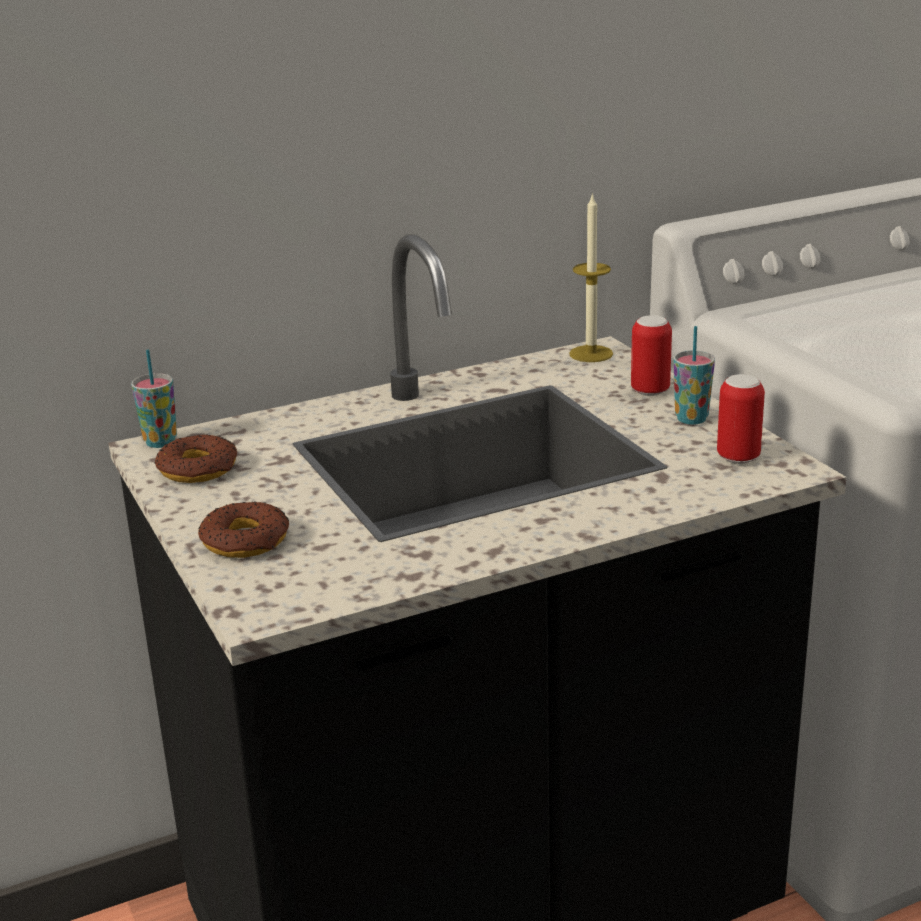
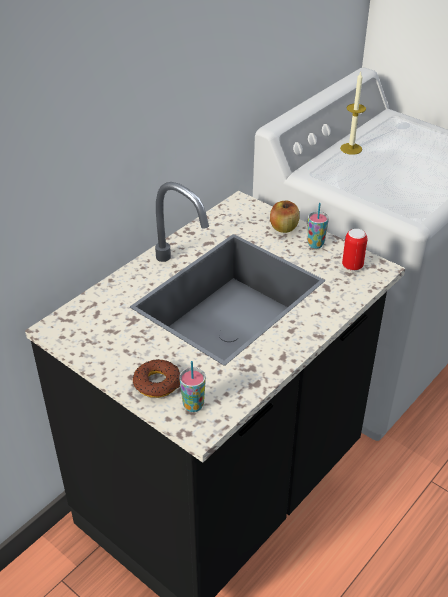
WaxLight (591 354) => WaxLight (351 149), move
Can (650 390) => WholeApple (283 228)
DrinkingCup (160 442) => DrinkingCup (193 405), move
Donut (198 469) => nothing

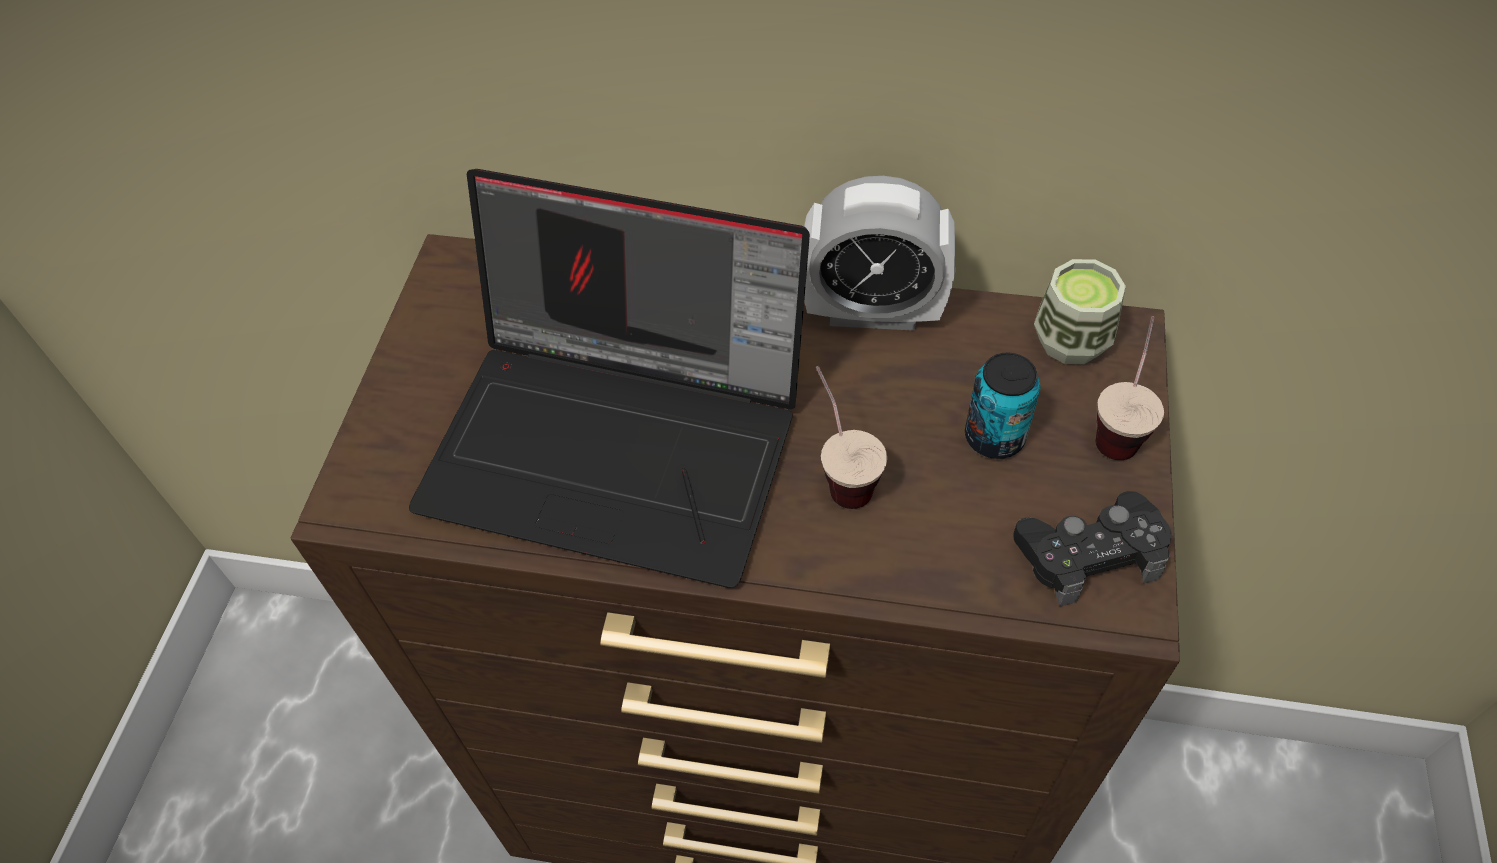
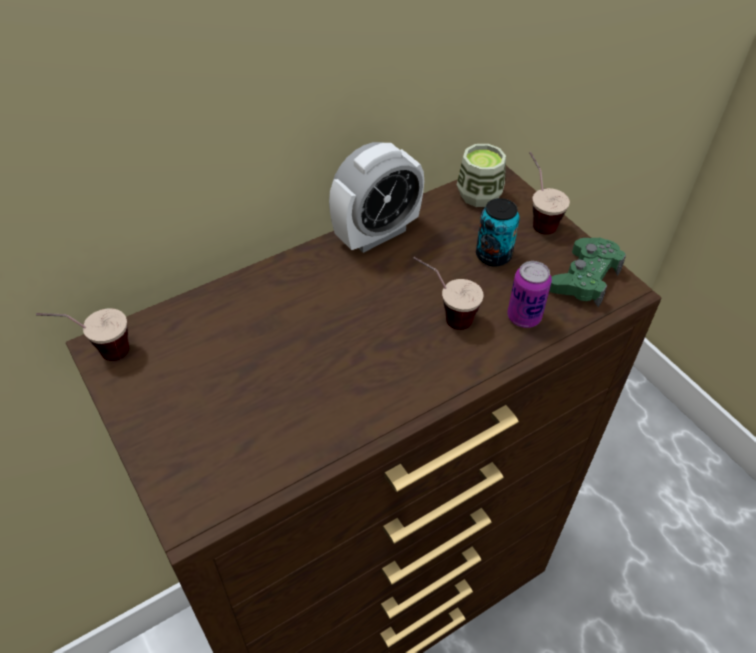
NotebookComputer (623 441) => nothing
BlackishGameController (1089 554) => GreenishGameController (584 278)
nothing => Can (524 317)
nothing => DrinkingCup (97 353)

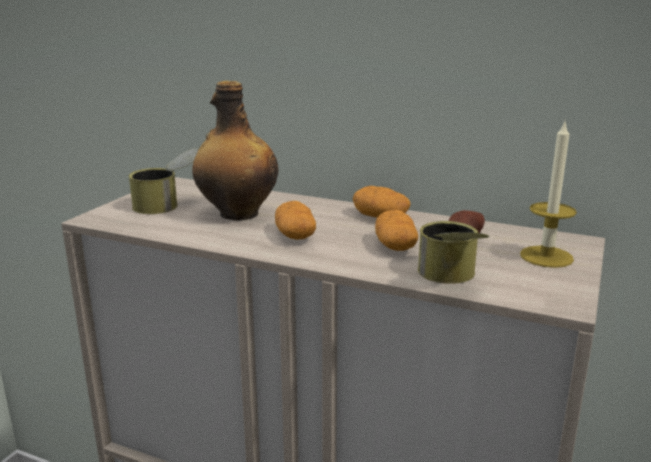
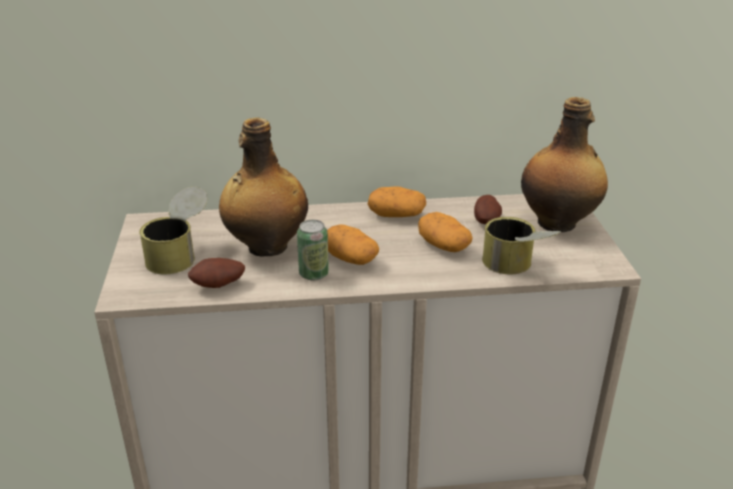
WaxLight (546 256) => BeverageBottle (558 223)
nothing => Can (313 274)
nothing => Potato (218 286)

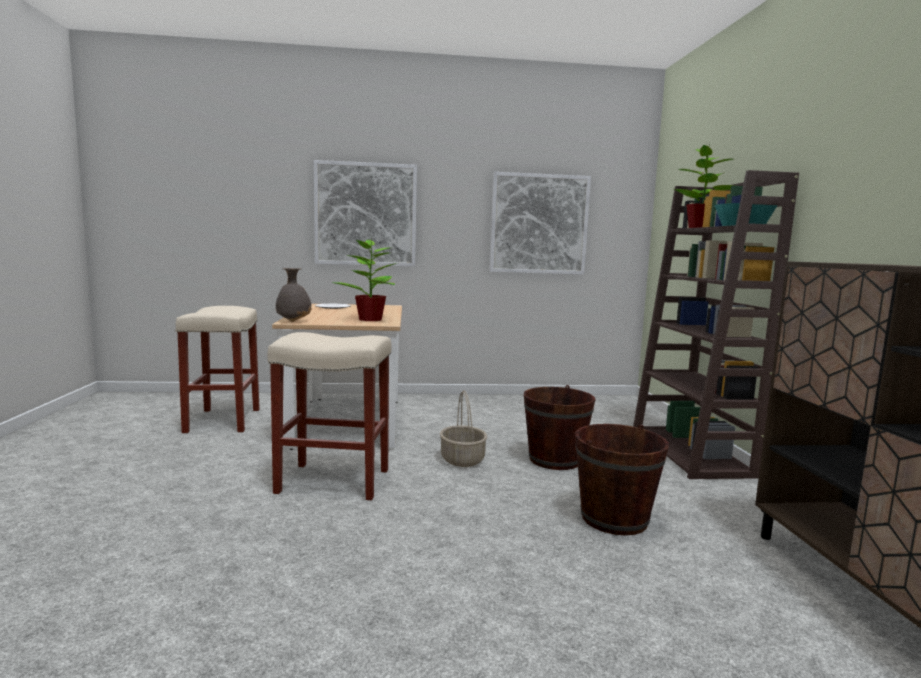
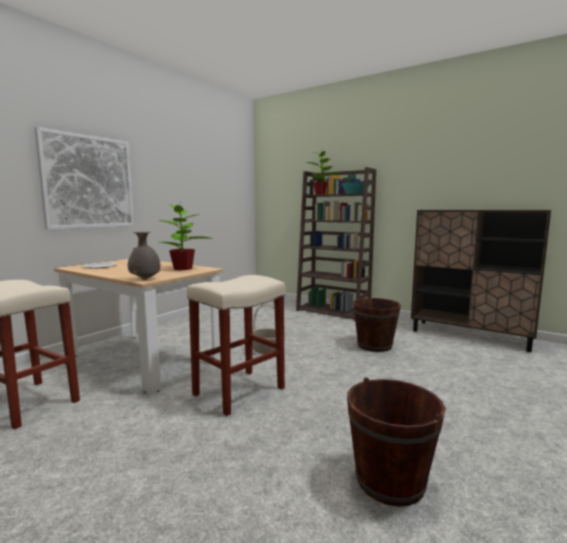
Picture (539 224) => nothing
BrownColouredWaterBucket (554 460) => BrownColouredWaterBucket (390 480), move

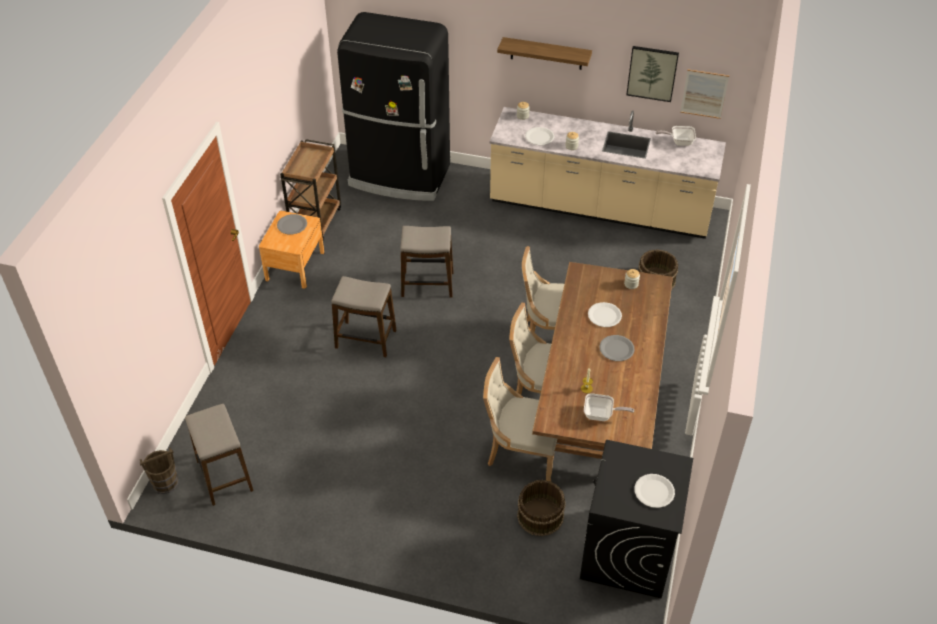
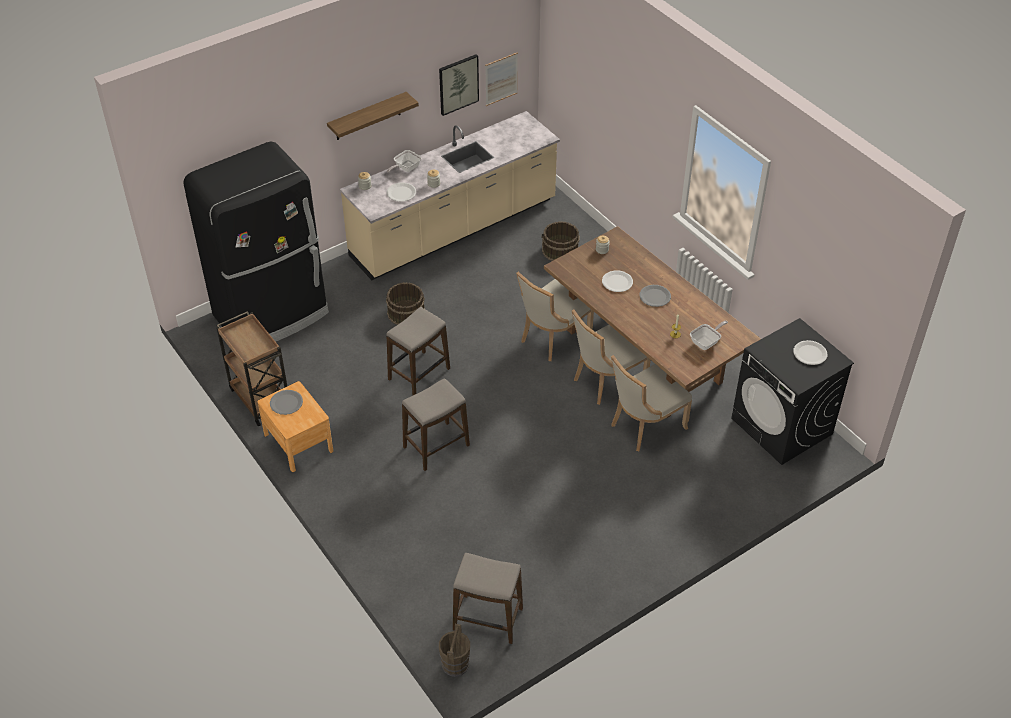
FryingPan (679 142) => FryingPan (405 168), move
BrownColouredWaterBucket (540 515) => BrownColouredWaterBucket (405 312), move

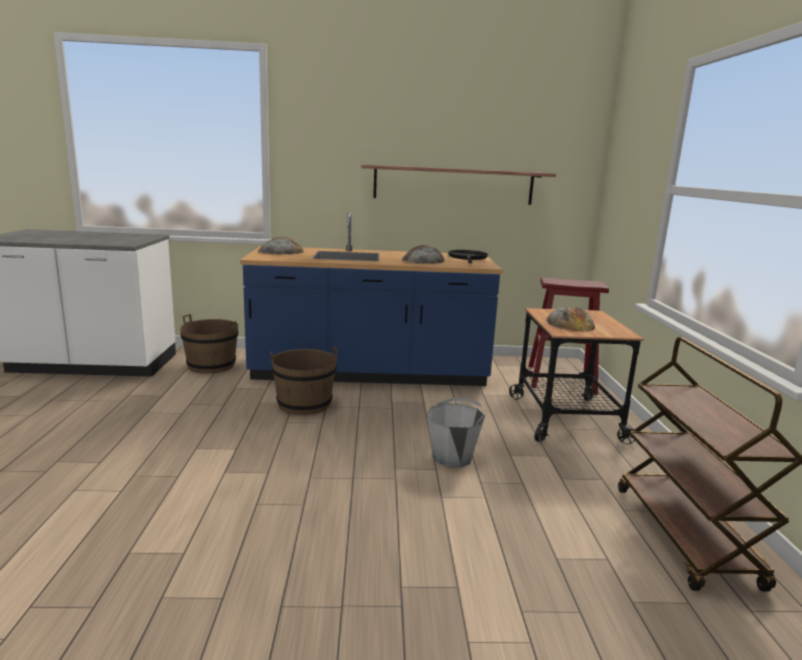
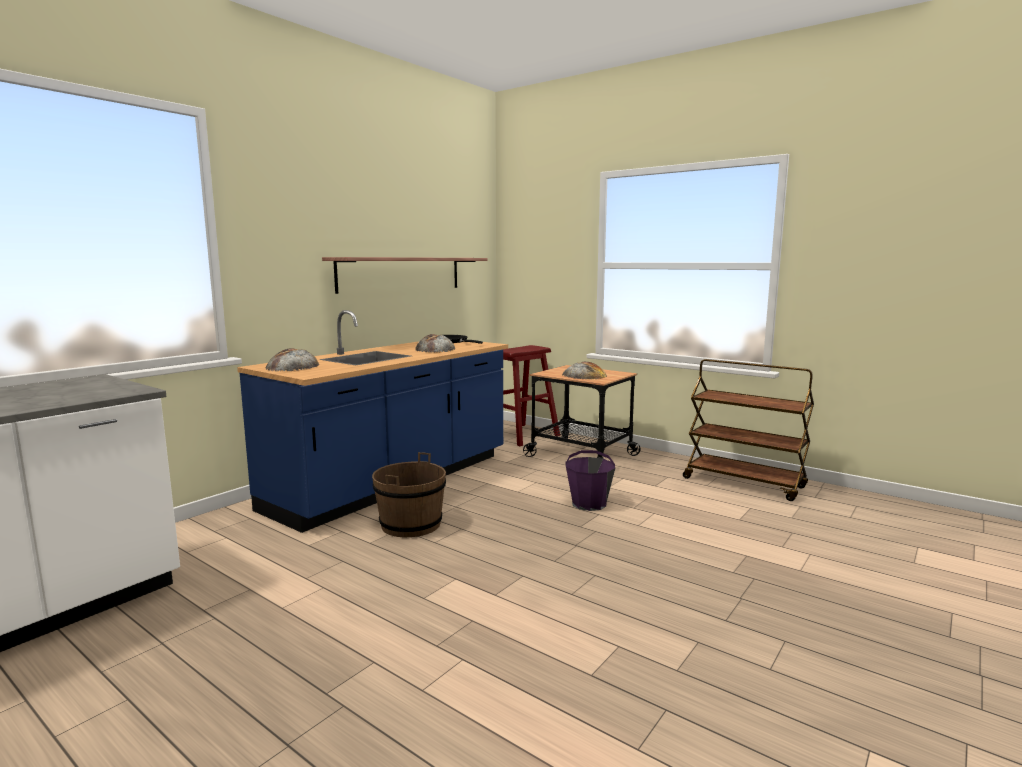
BrownColouredWaterBucket (211 365) => nothing
GreyWaterBucket (453 457) => PurpleColouredWaterBucket (589 503)

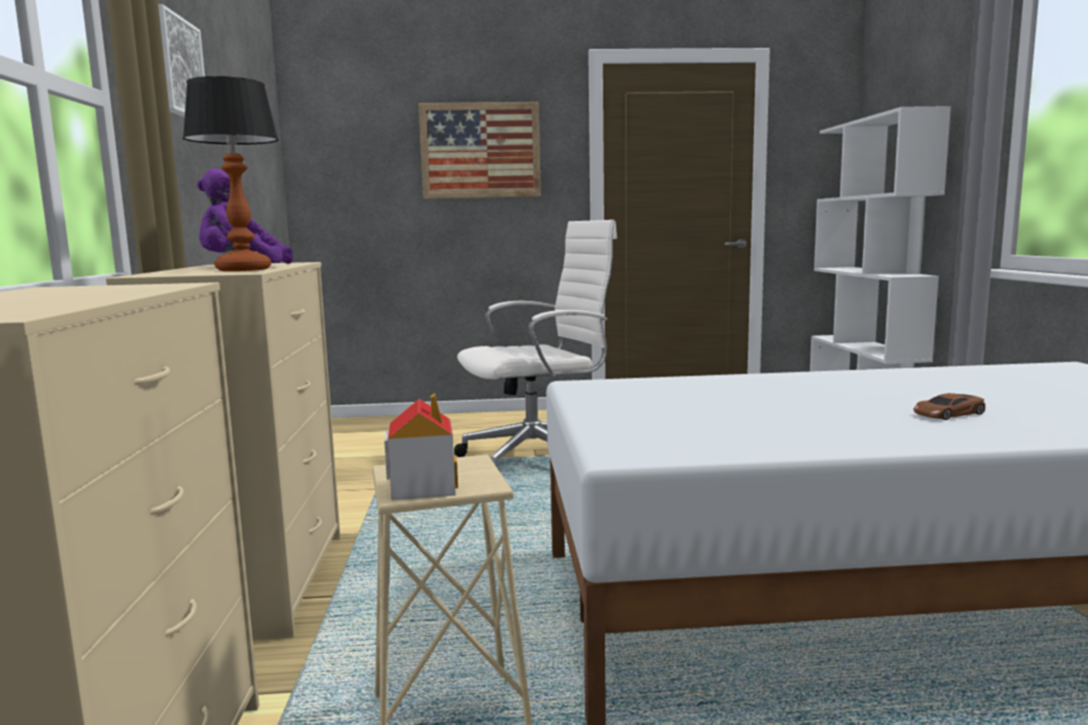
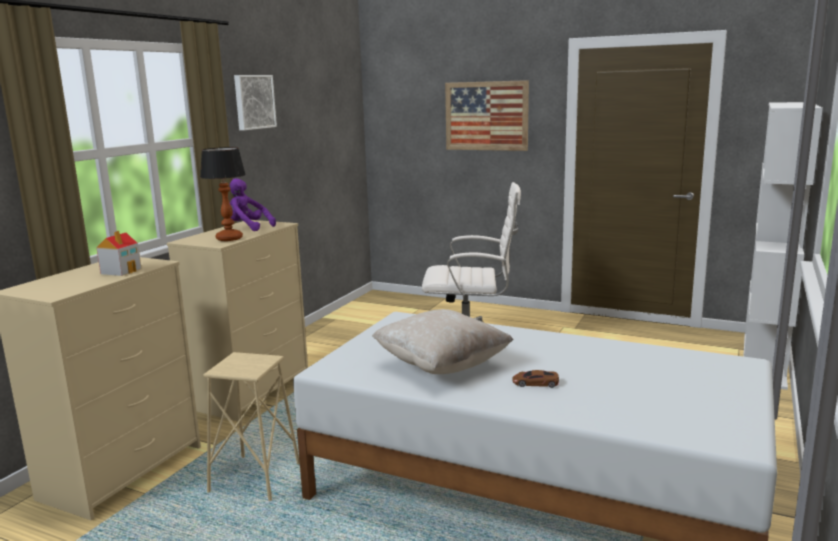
MiniatureHouse (423 487) => MiniatureHouse (121 271), move
nothing => SandColouredThrowPillow (441 366)

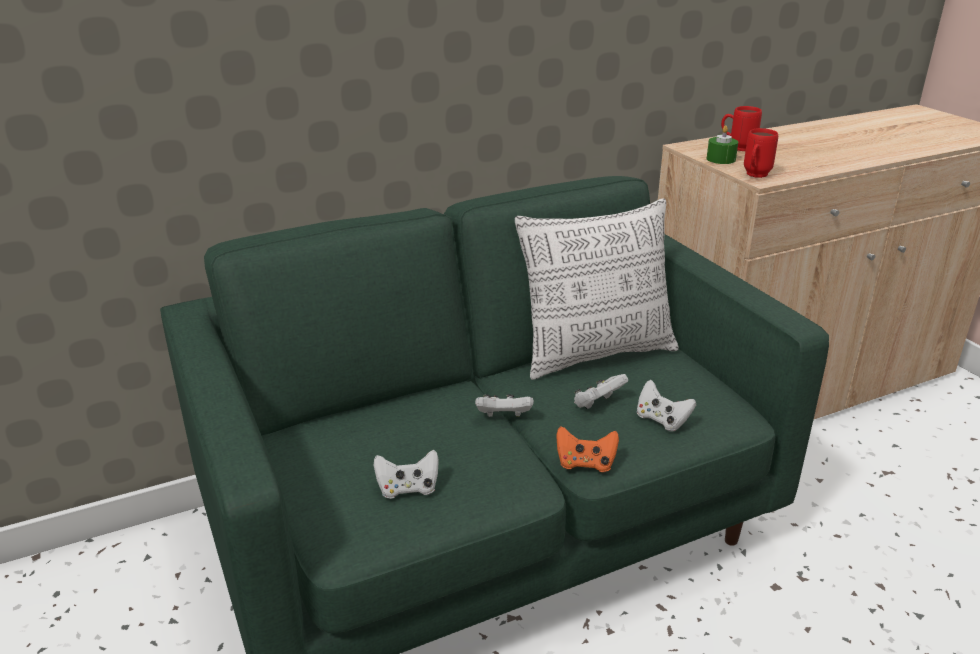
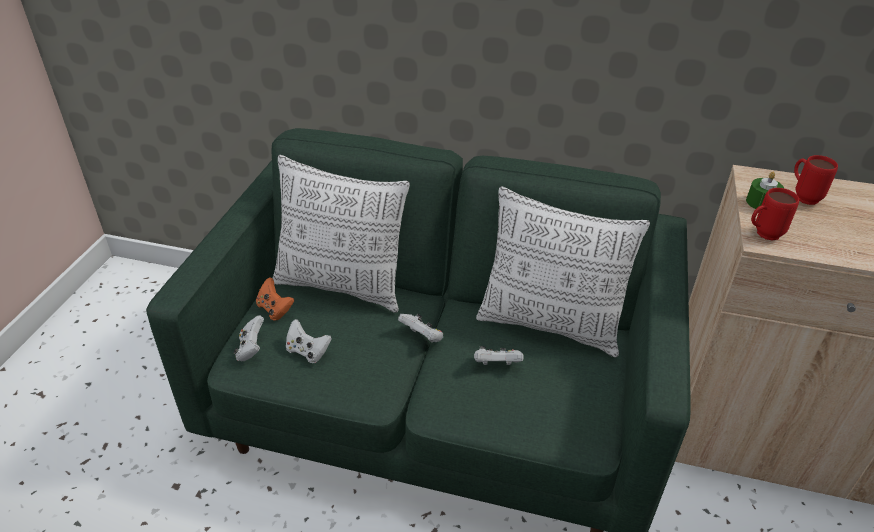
WhiteColouredGameController (661 420) => WhiteColouredGameController (251 349), move
OrangeyGameController (585 463) => OrangeyGameController (275 309), move
nothing => ThrowPillow (342 286)

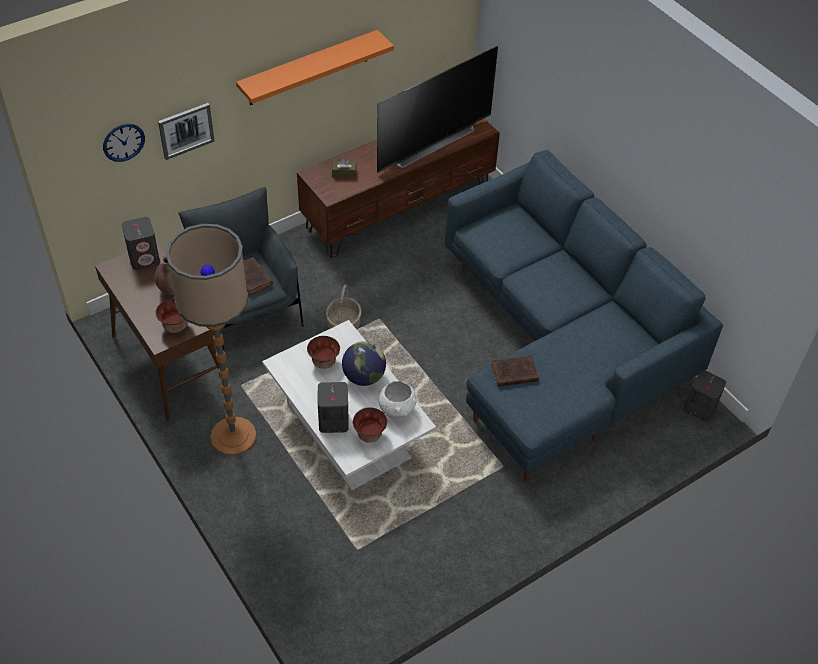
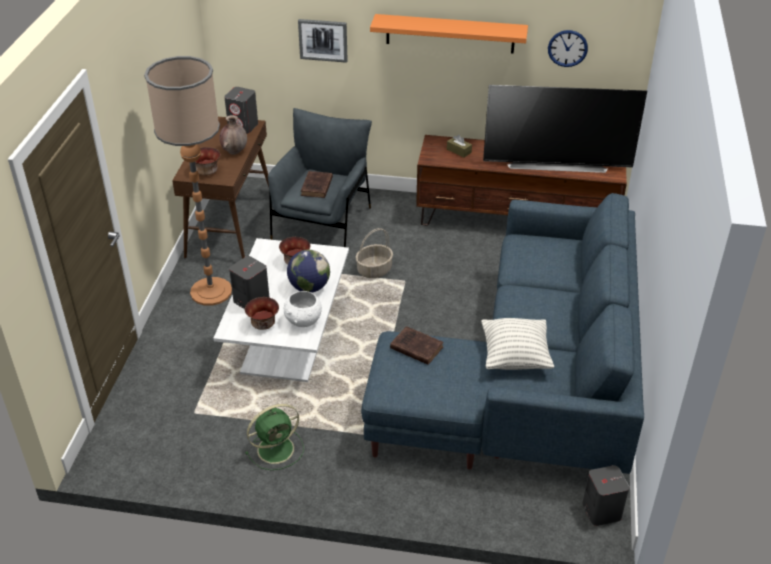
WallClock (123 142) => WallClock (567 48), move
nothing => ThrowPillow (515 357)
nothing => GreenishFan (277 449)

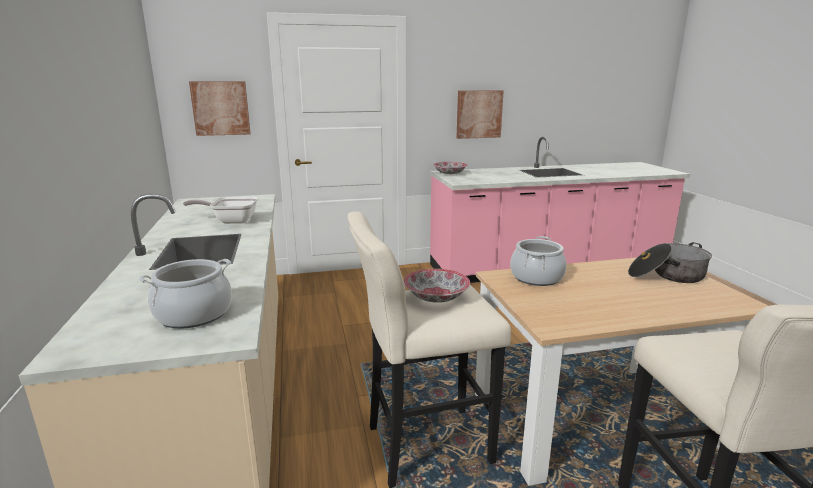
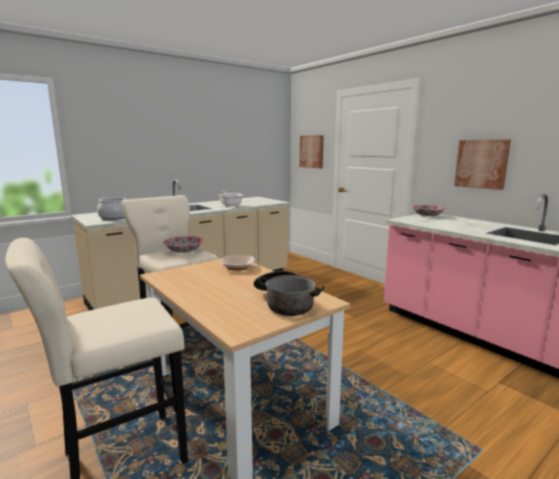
Stockpot (537 277) => Bowl (238 267)

